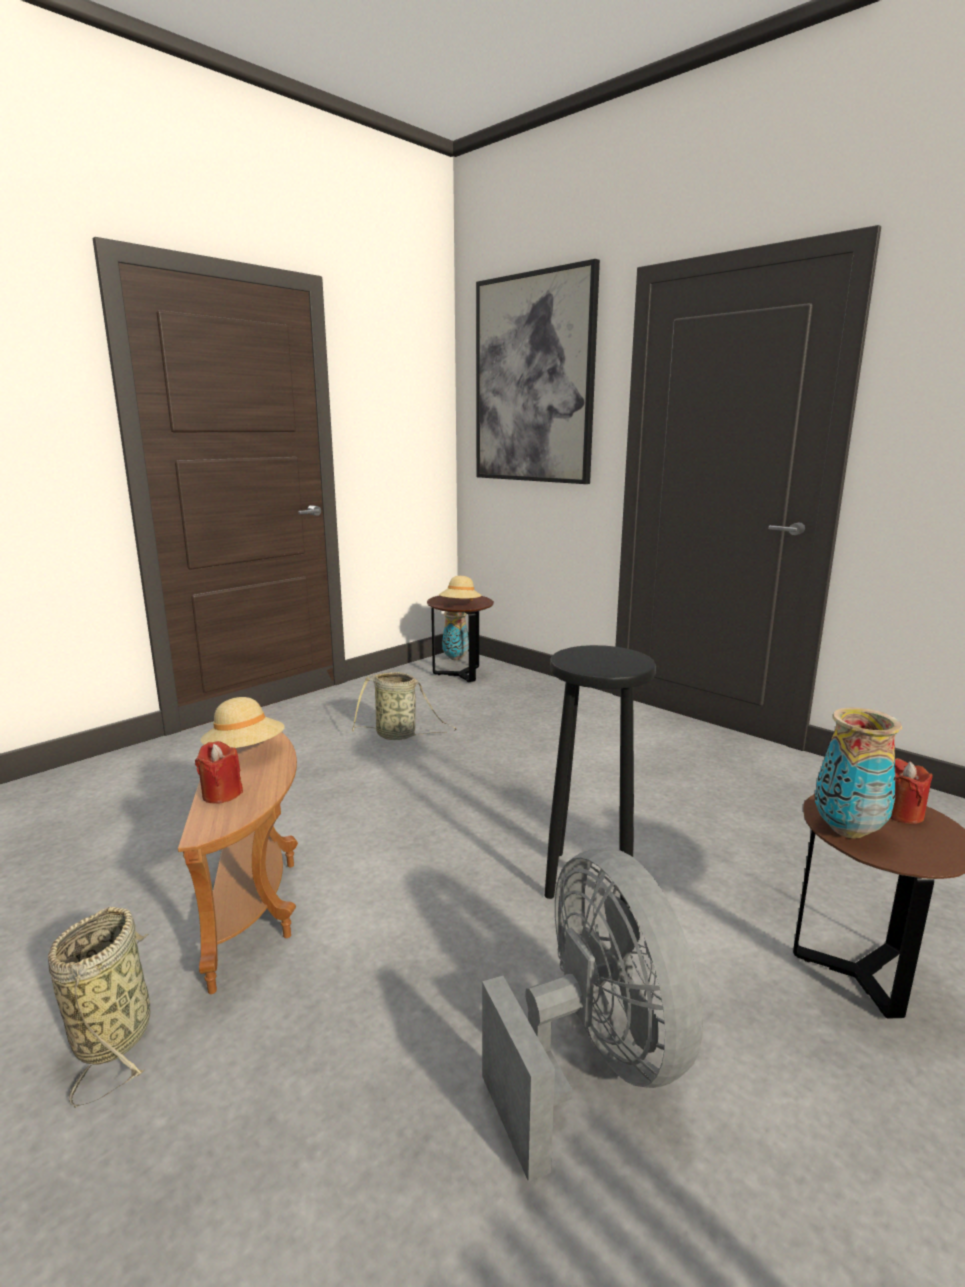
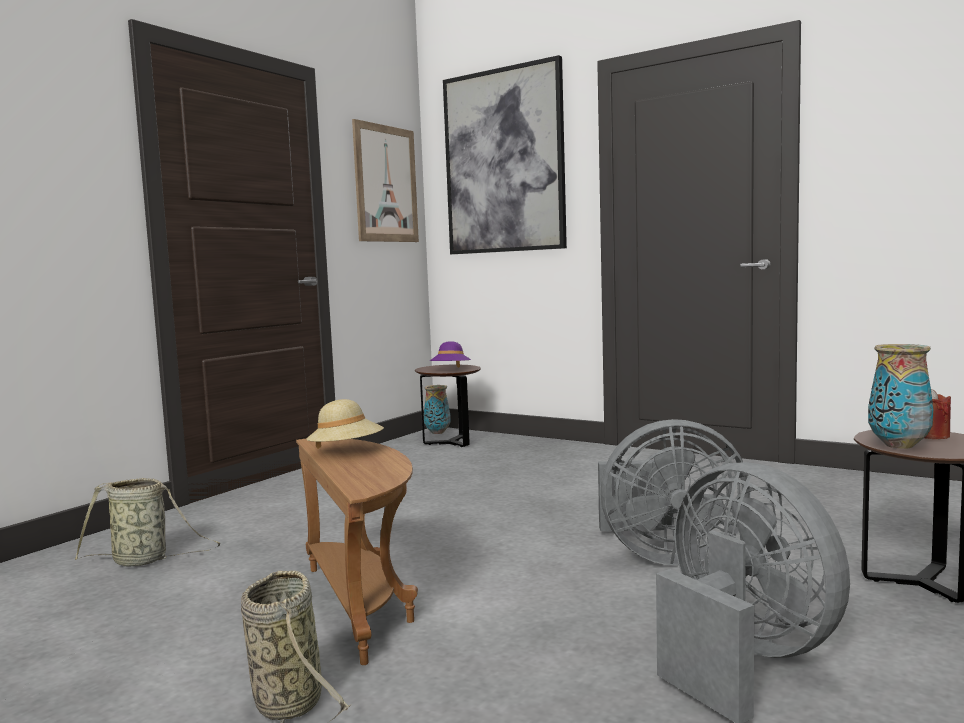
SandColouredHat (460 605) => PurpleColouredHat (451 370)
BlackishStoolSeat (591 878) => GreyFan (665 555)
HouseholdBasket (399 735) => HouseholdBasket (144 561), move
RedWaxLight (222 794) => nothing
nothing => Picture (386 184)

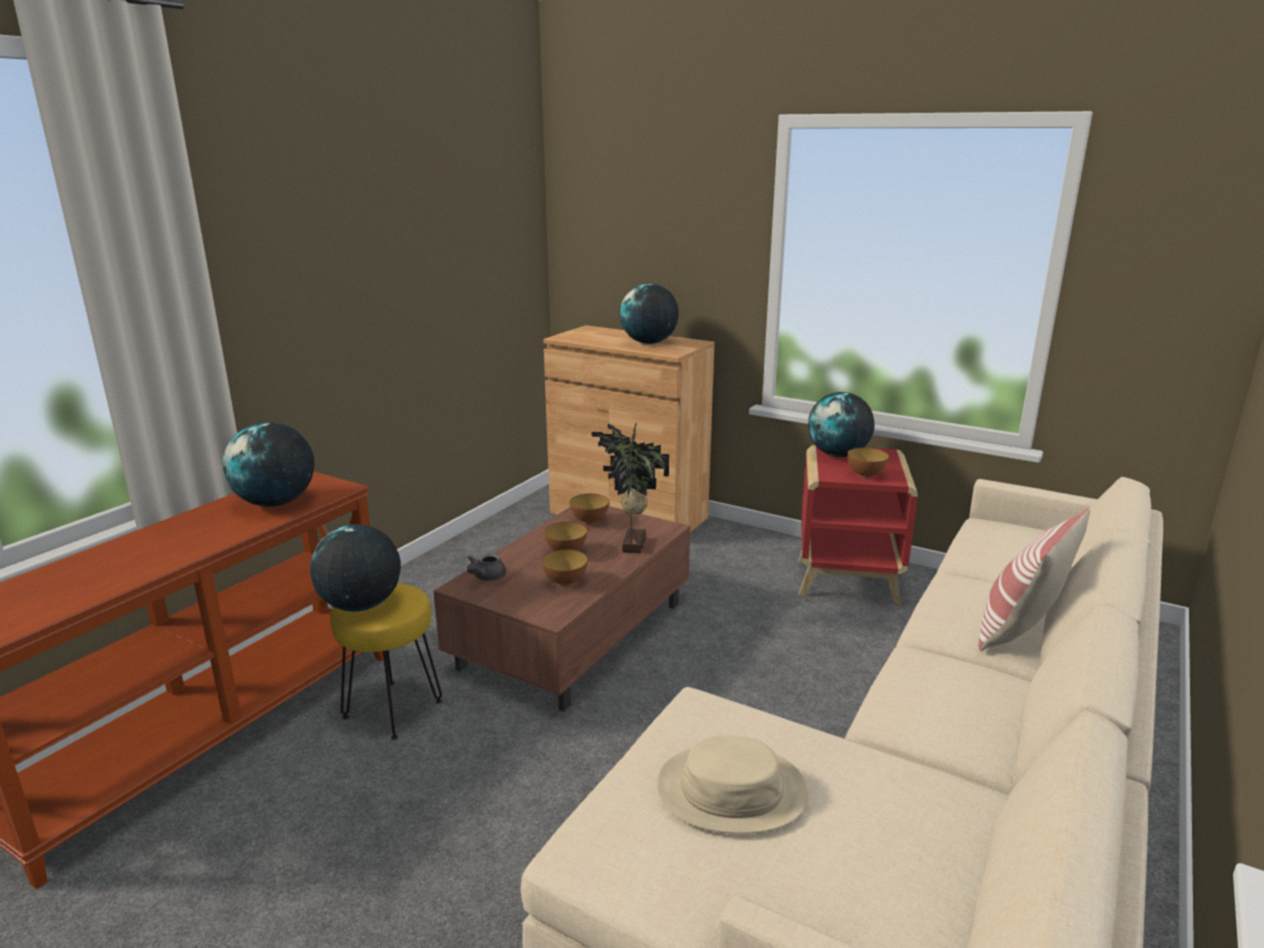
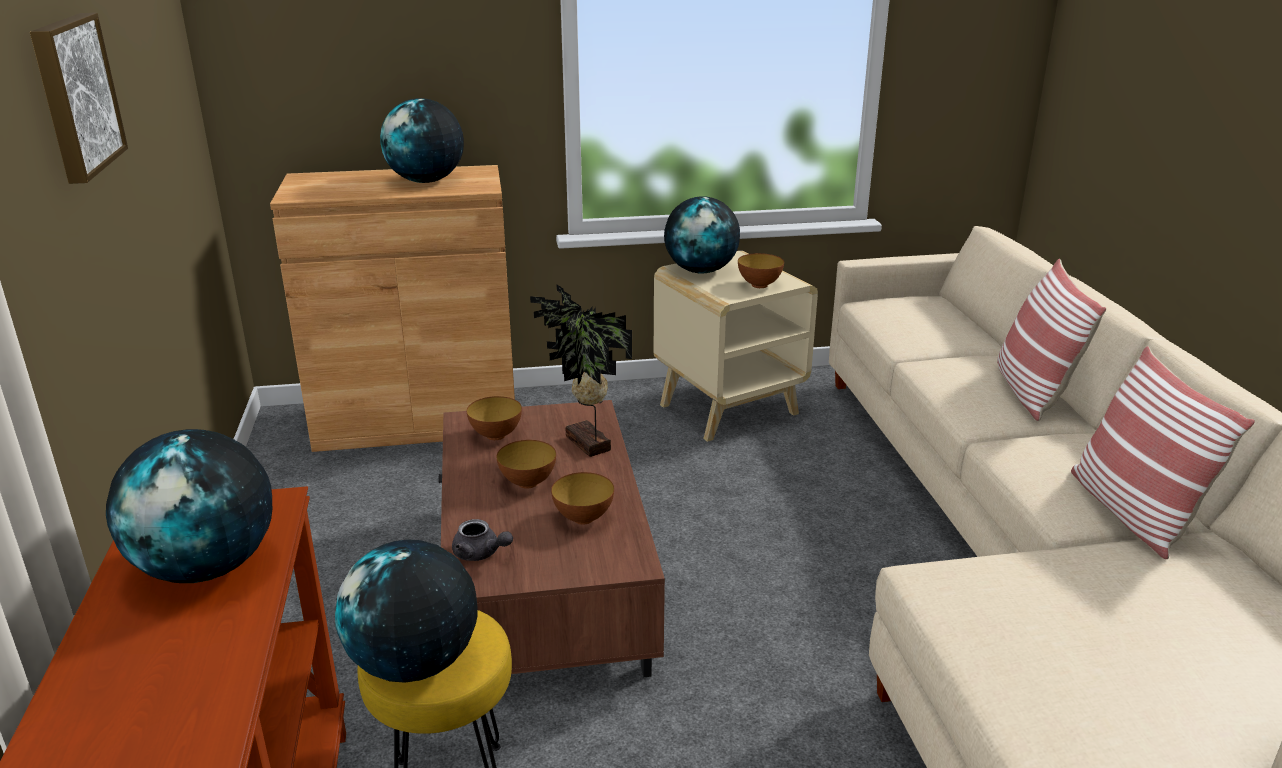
RedSideTable (849 581) => SandColouredSideTable (730 408)
GreyTeaPot (486 577) => GreyTeaPot (481 554), 45 degrees counterclockwise
SandColouredHat (731 790) => nothing
nothing => Picture (74 95)
nothing => ThrowPillow (1131 512)

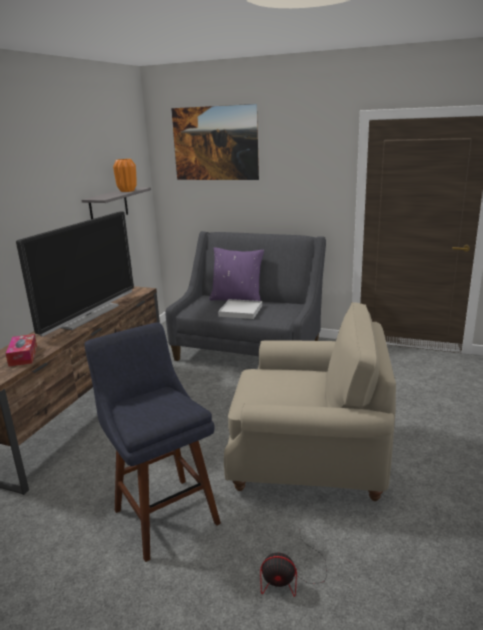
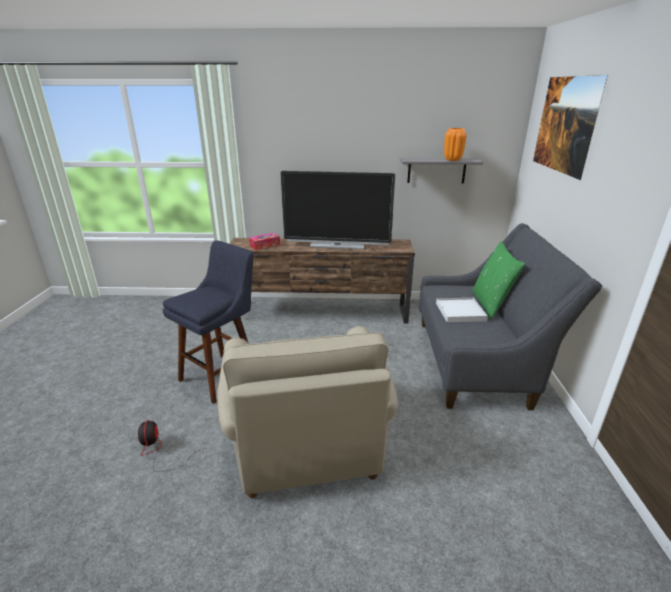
PurpleColouredThrowPillow (237 299) => GreenishThrowPillow (490 304)

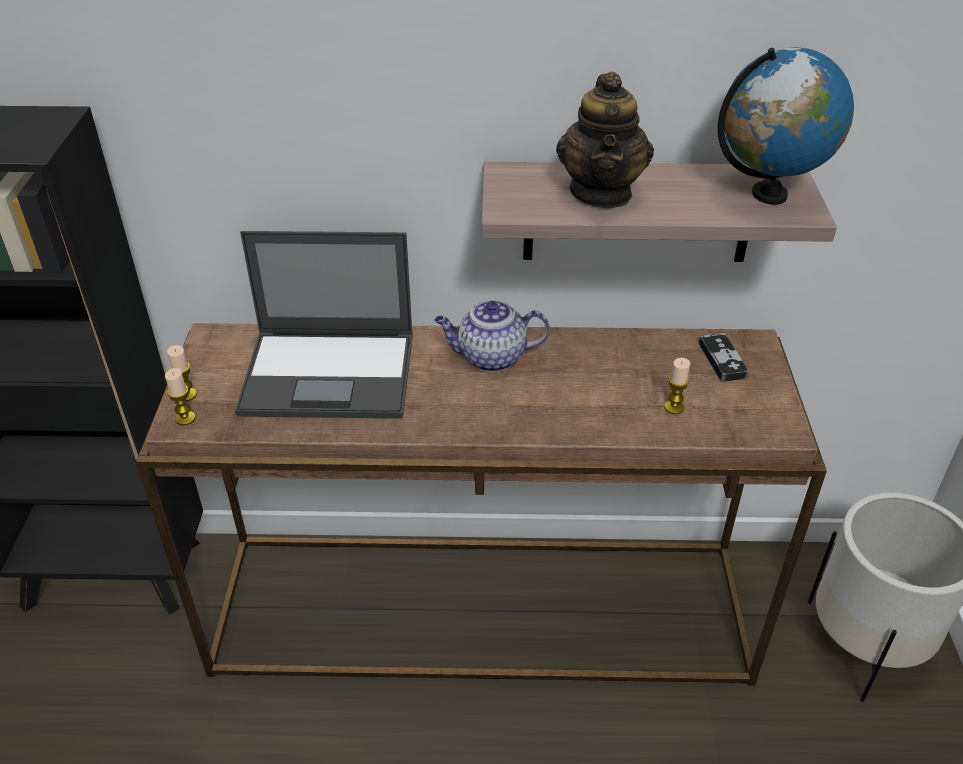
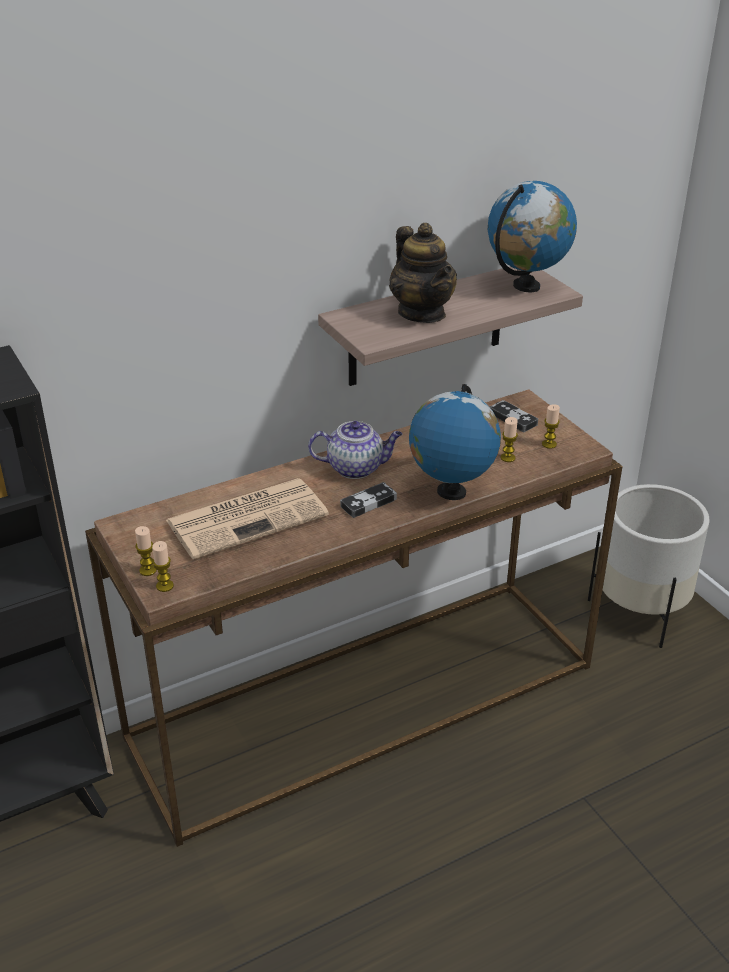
NotebookComputer (331 374) => PrintedPaper (249 517)
TeaPot (490 358) => TeaPot (356 468), 150 degrees counterclockwise
nothing => WorldGlobe (451 492)
nothing => WaxLight (549 444)
nothing => GameController (368 503)

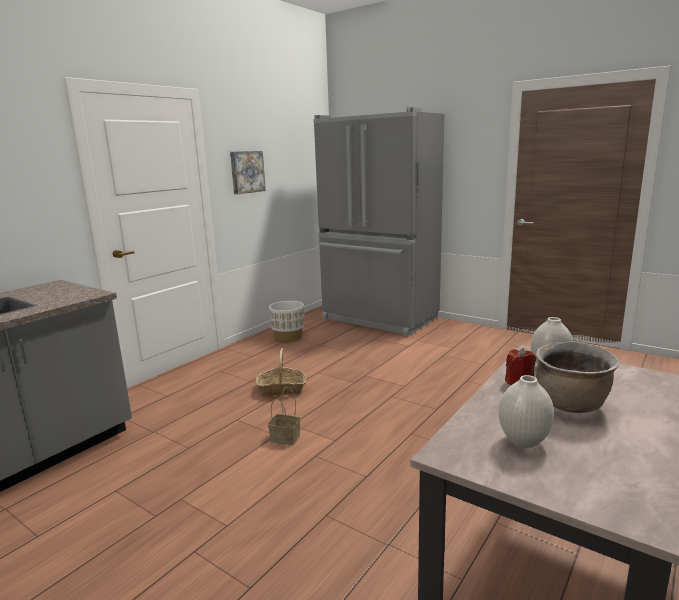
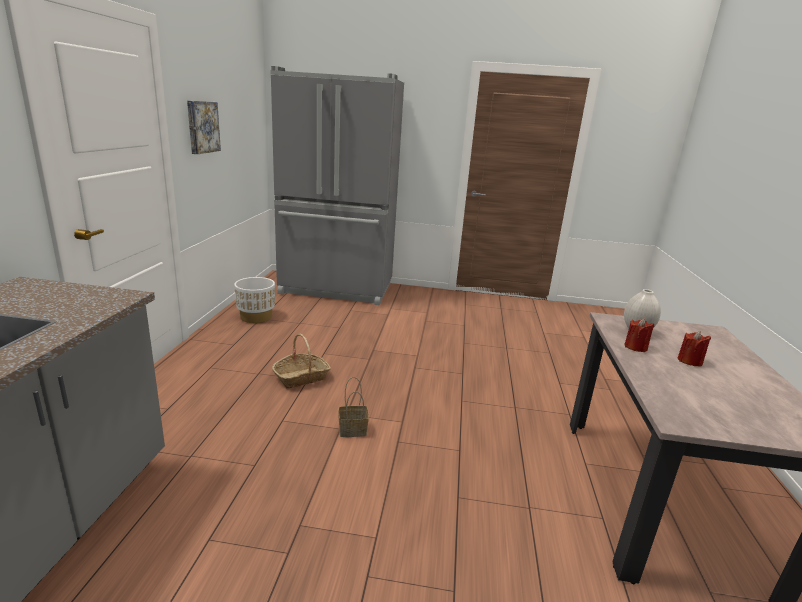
BrownColouredStockpot (571 405) => RedWaxLight (689 361)
WhiteColouredVase (523 441) => nothing

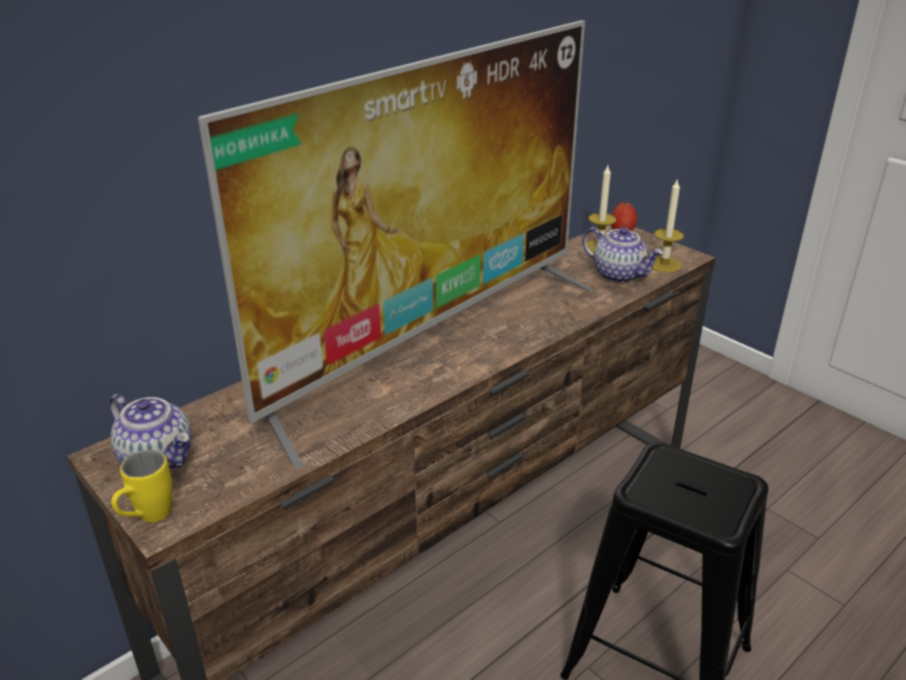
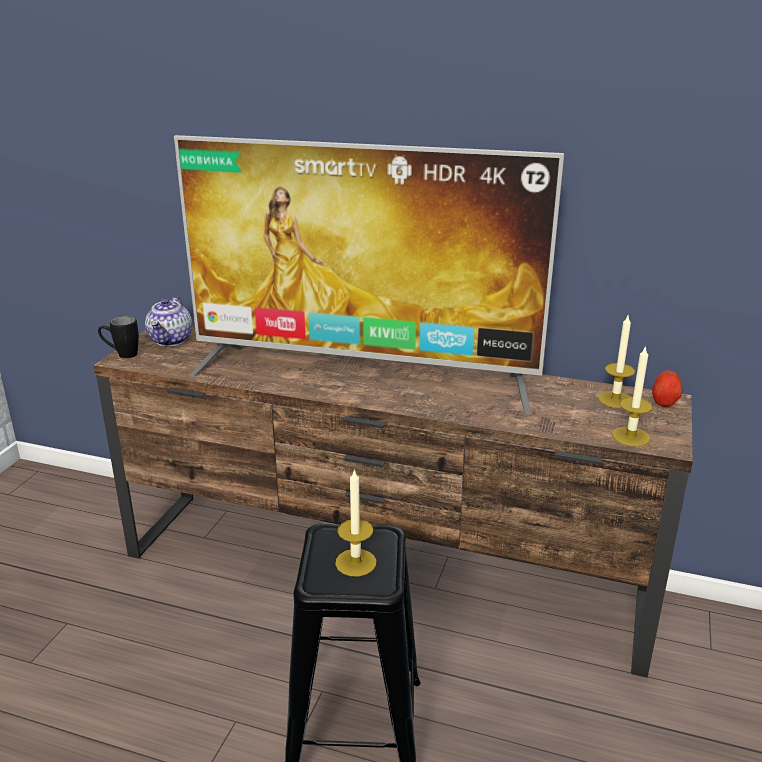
TeaPot (619 274) => nothing
YellowTeaMug (147 518) => BlackishTeaMug (121 354)
nothing => WaxLight (356 562)

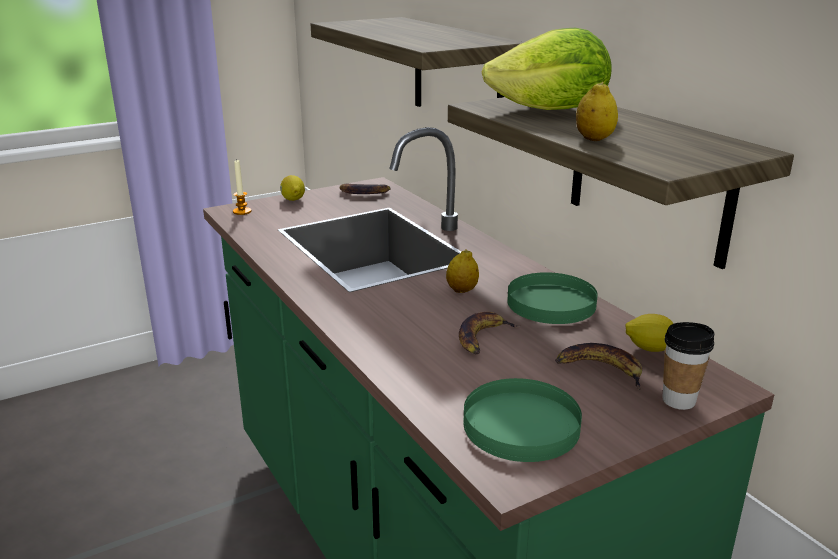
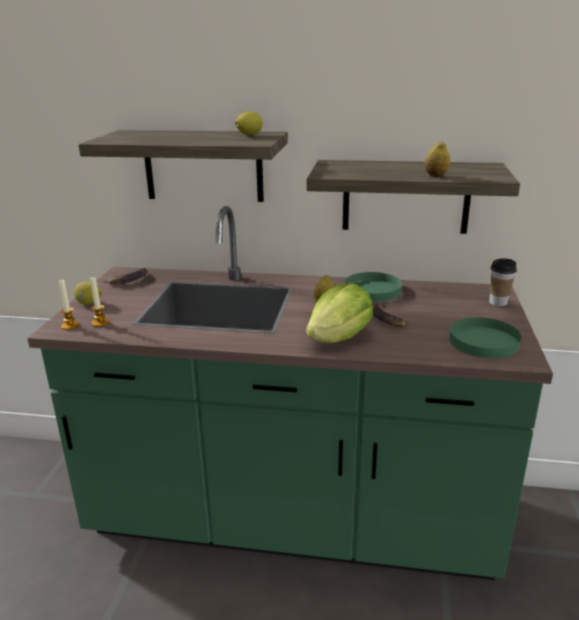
Lettuce (551 111) => Lettuce (340 338), move
CitrusFruit (649 349) => CitrusFruit (249 135), move
WholeBanana (599 369) => nothing
nothing => WaxLight (100 323)

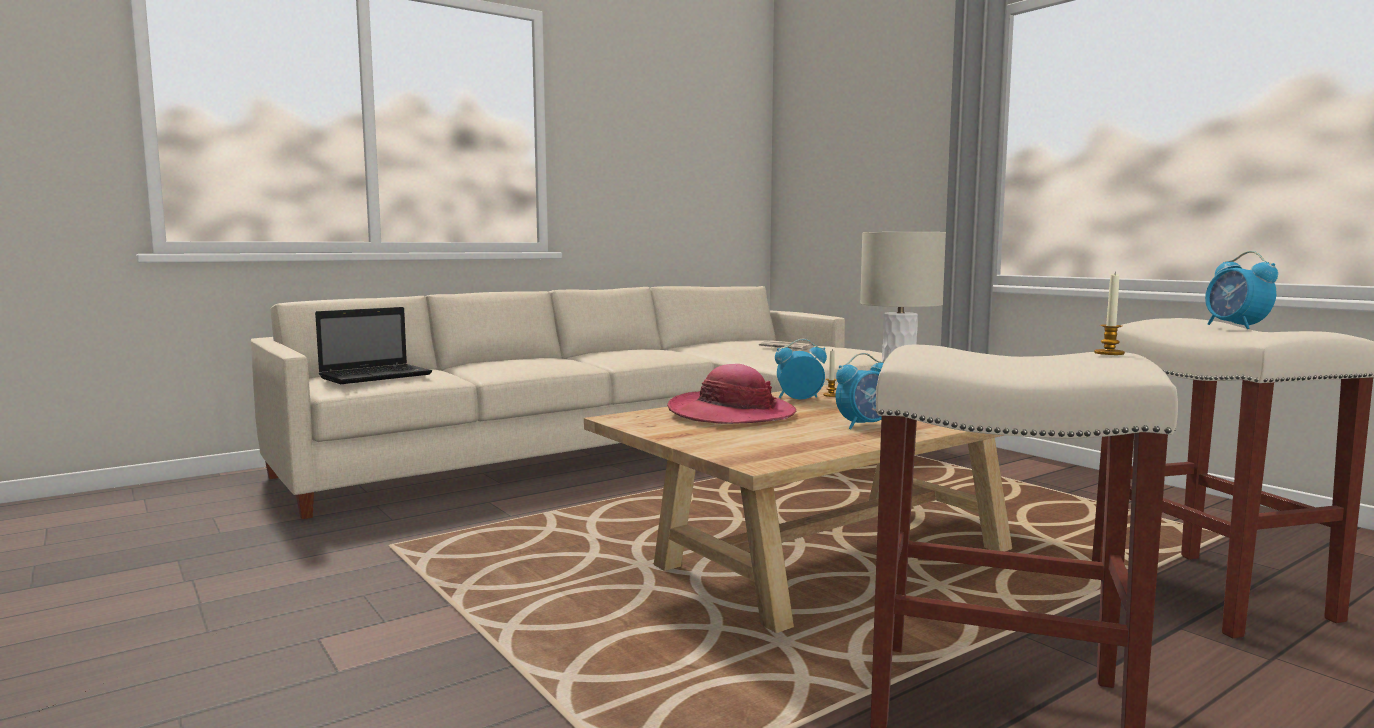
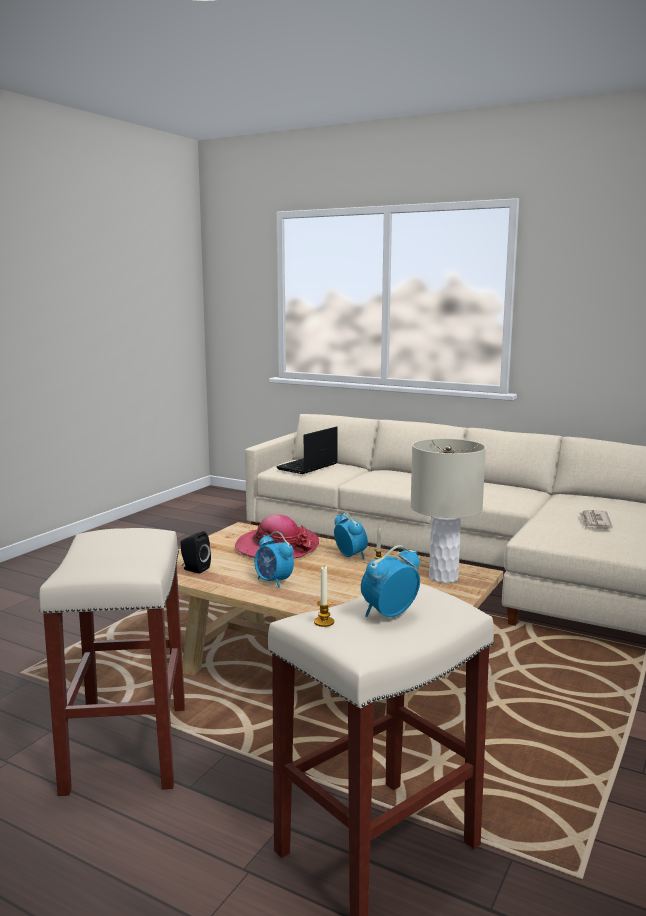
WaxLight (1109 353) => WaxLight (324 622), move
NotebookComputer (377 376) => NotebookComputer (307 467), 105 degrees clockwise
nothing => BlackishSpeaker (194 569)

